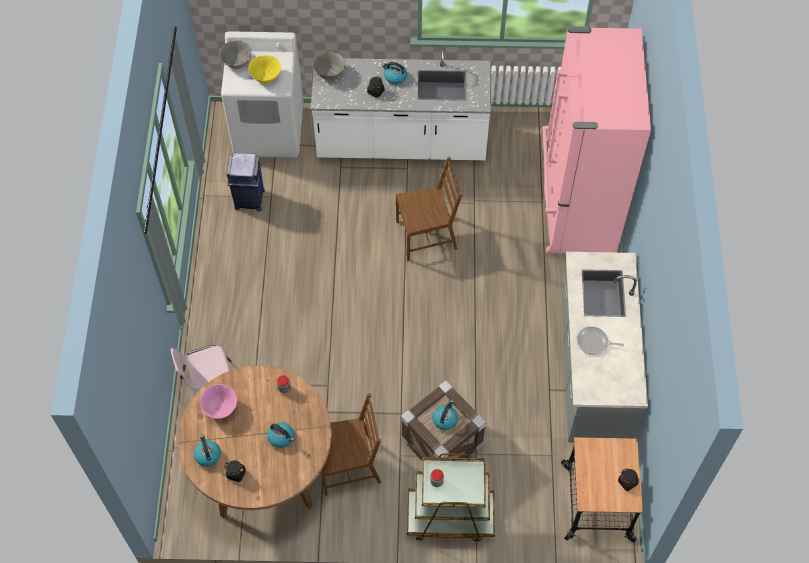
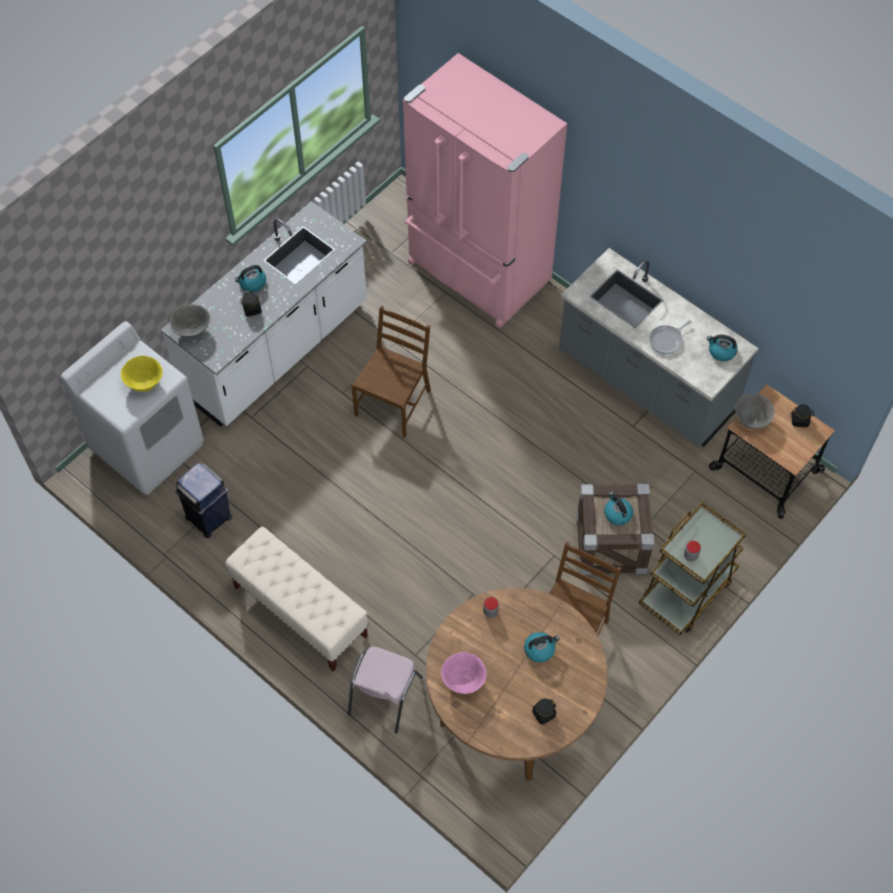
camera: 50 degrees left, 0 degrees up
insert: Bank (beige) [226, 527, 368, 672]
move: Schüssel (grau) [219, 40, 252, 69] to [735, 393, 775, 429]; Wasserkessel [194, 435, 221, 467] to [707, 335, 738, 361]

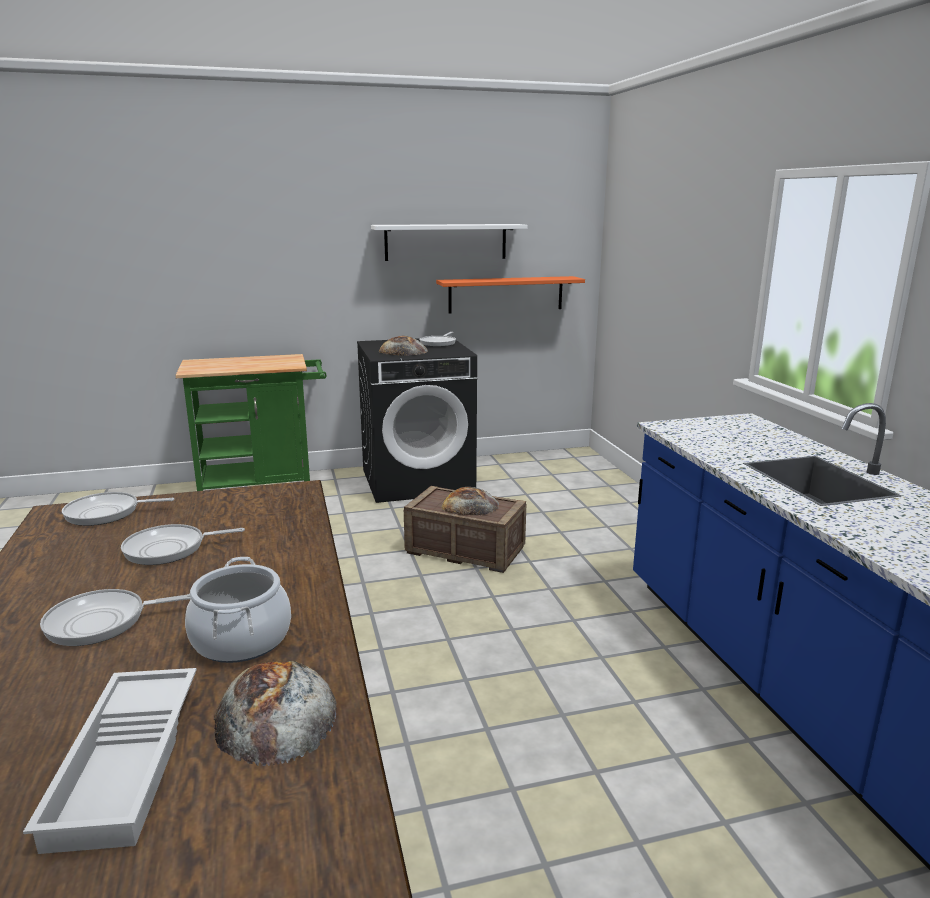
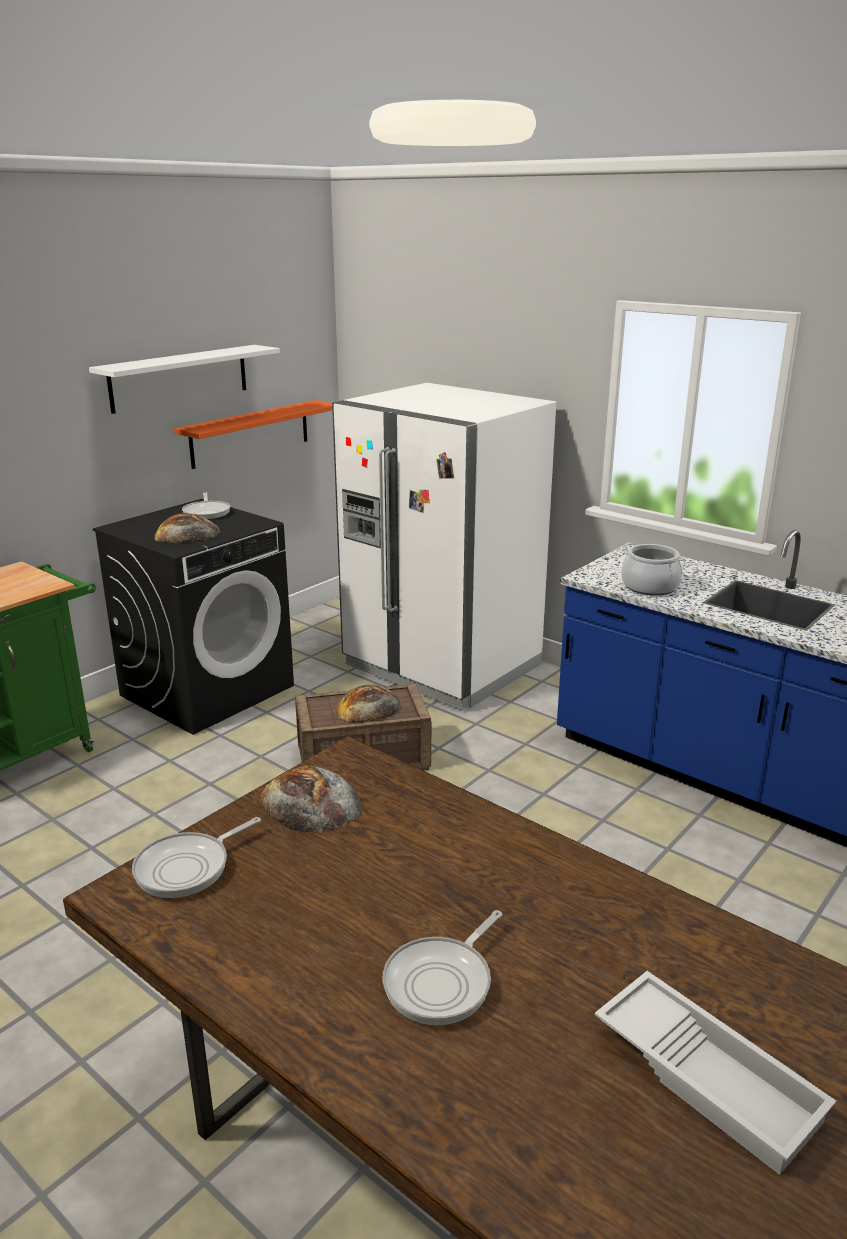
camera: 35 degrees left, 5 degrees up
delete: Pfanne [121, 524, 245, 565]
insert: Kühlschrank (weiß) [332, 383, 556, 710]
move: Kochtopf [185, 557, 291, 663] to [621, 542, 685, 596]; Brot [214, 661, 336, 766] to [260, 765, 362, 833]

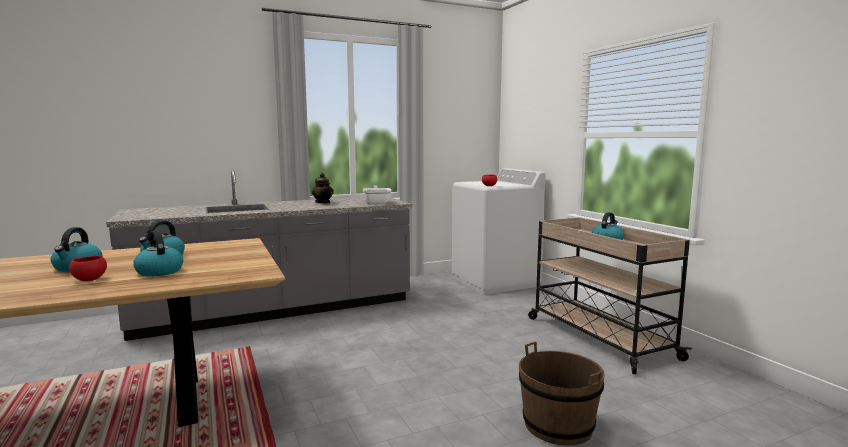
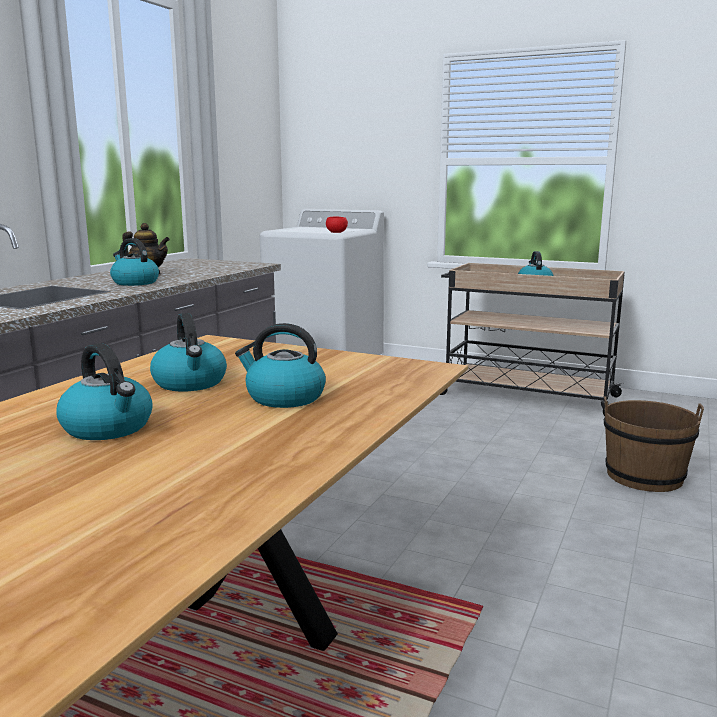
camera: 40 degrees left, 5 degrees up
delete: Pfanne [363, 185, 392, 204]; Schüssel (rot) [69, 256, 107, 281]
insert: Wasserkessel [110, 238, 159, 286]

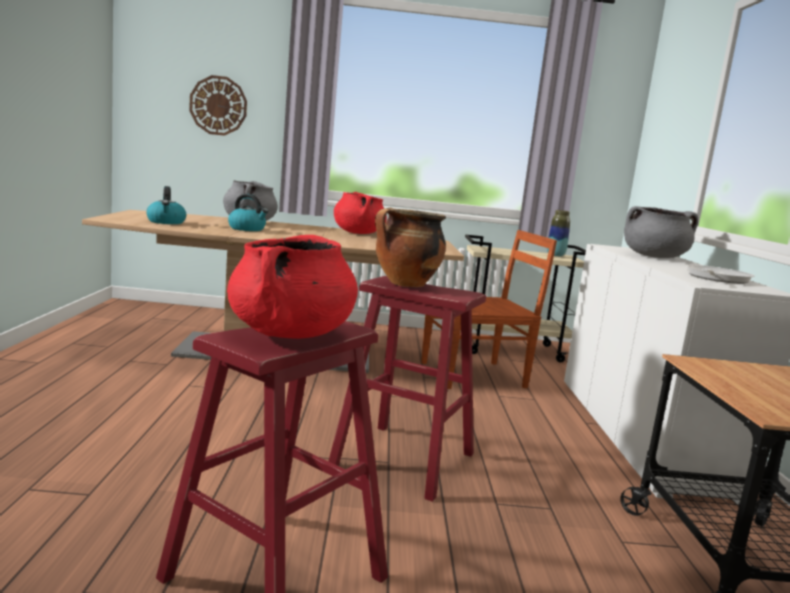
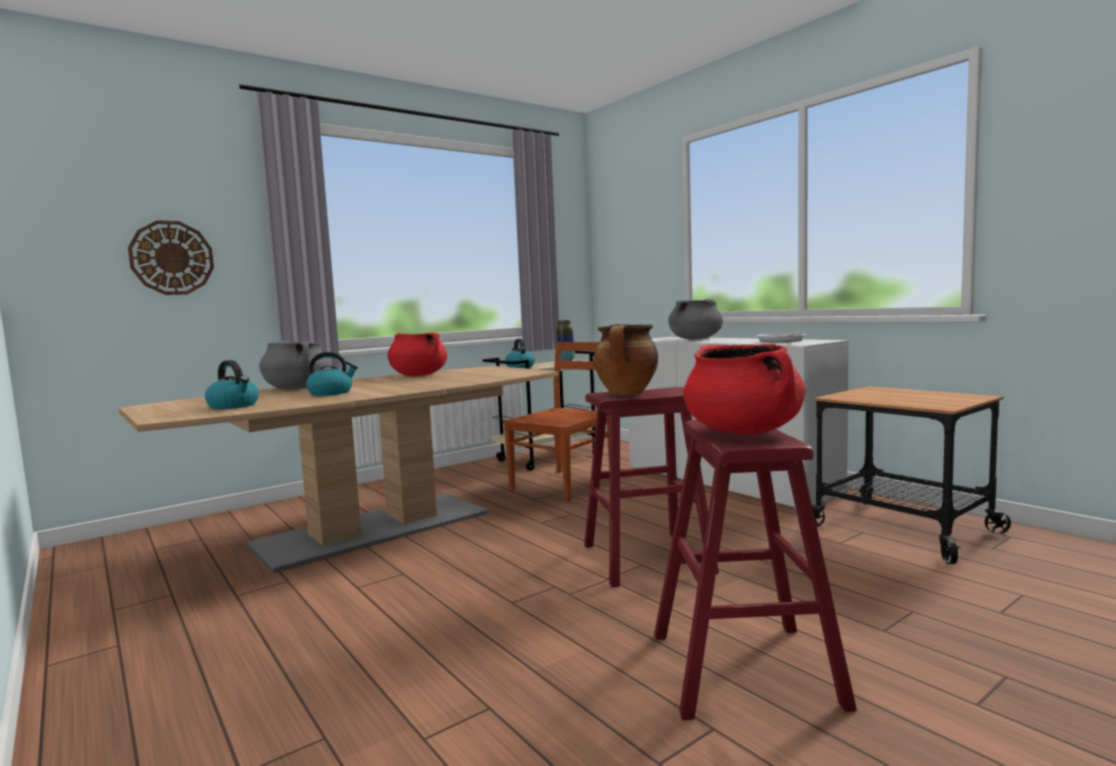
camera: 35 degrees left, 5 degrees down
insert: Wasserkessel [505, 339, 535, 368]

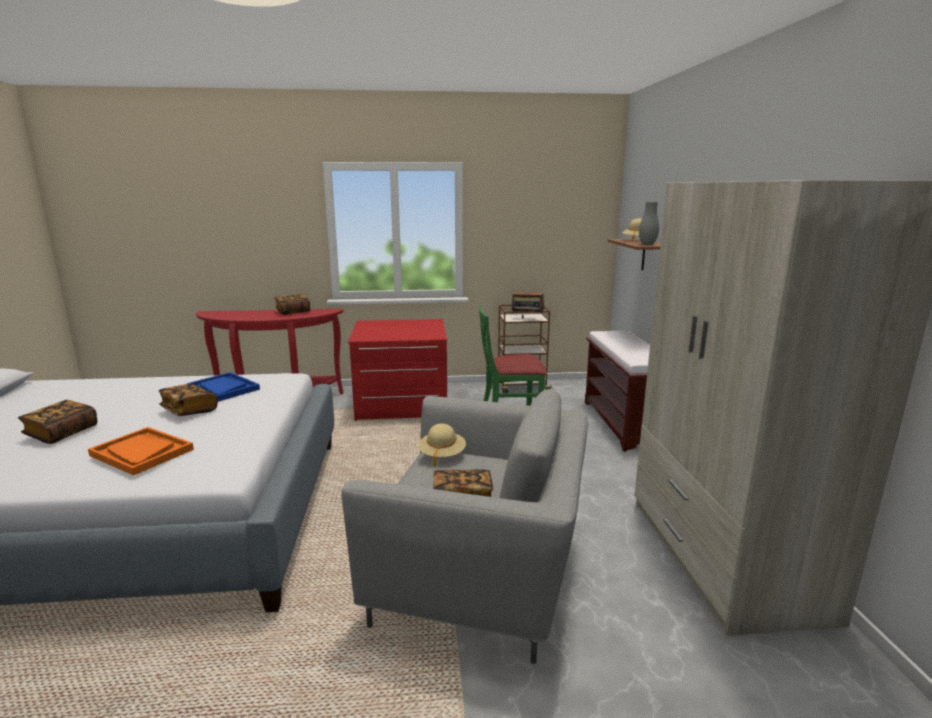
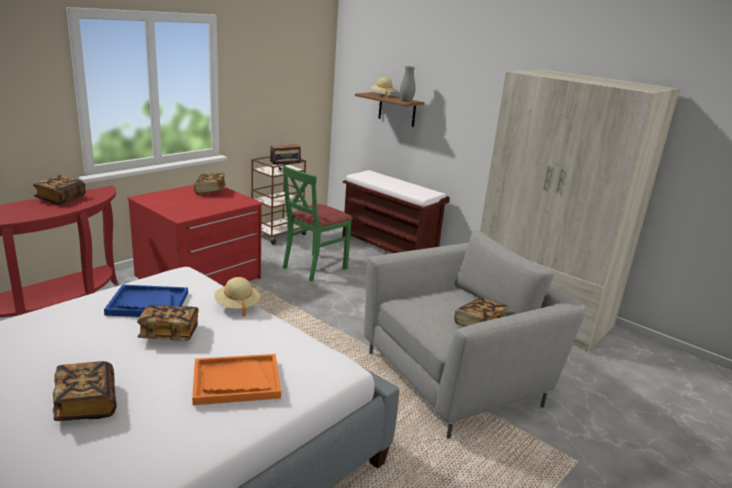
camera: 45 degrees left, 5 degrees up
insert: Buch [194, 173, 226, 194]
move: Hut (beige) [418, 424, 466, 467] to [214, 277, 260, 317]

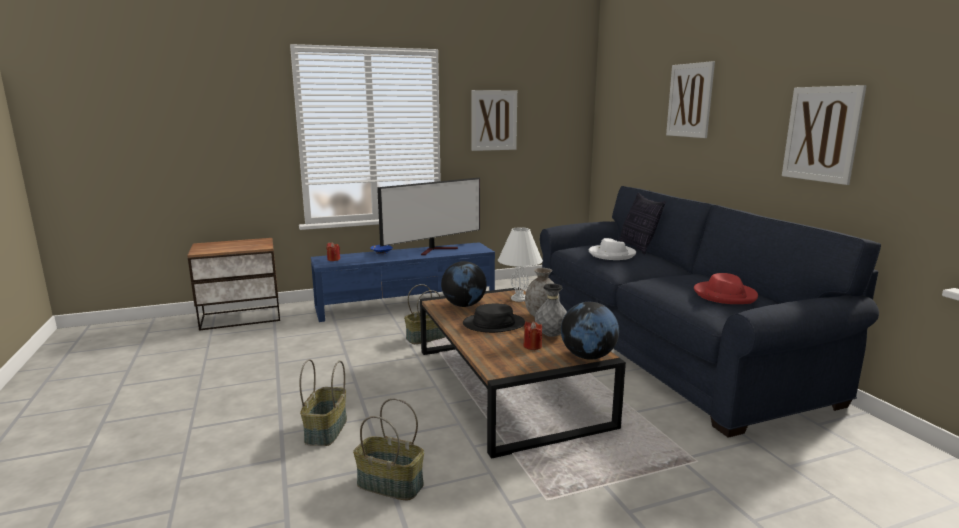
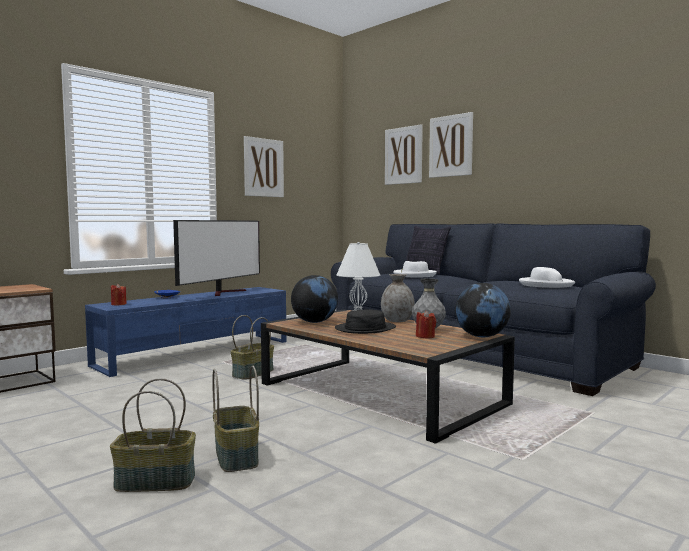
camera: 25 degrees left, 10 degrees down
move: Bild [782, 85, 867, 185] to [385, 124, 423, 185]; Korb [353, 398, 424, 500] to [110, 378, 196, 492]
recolor: Hut (rot) [694, 273, 758, 304] to Hut (weiß) [519, 267, 575, 288]

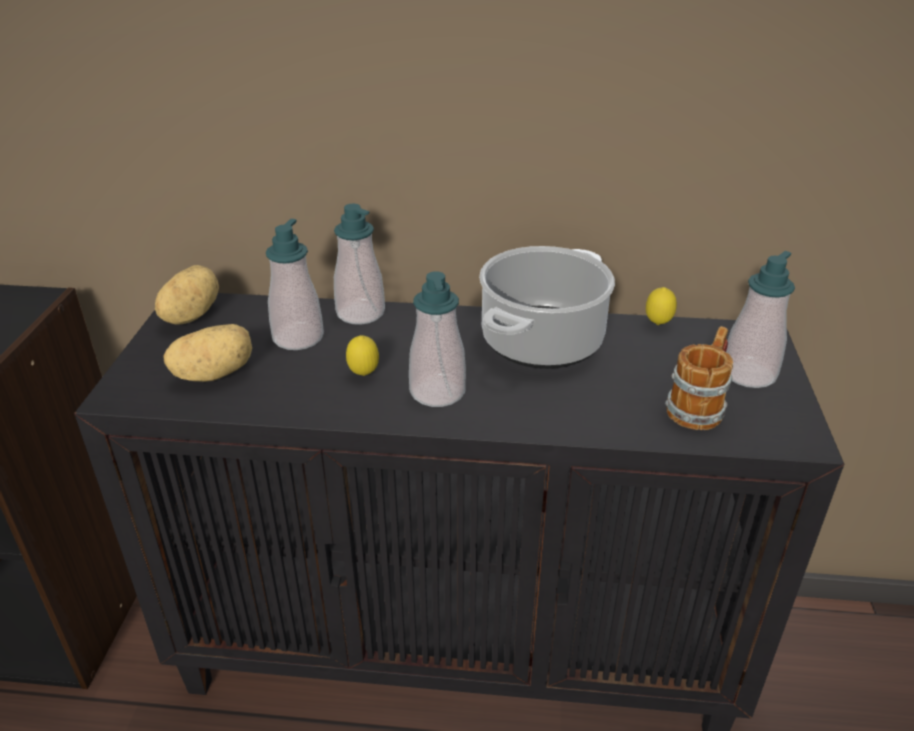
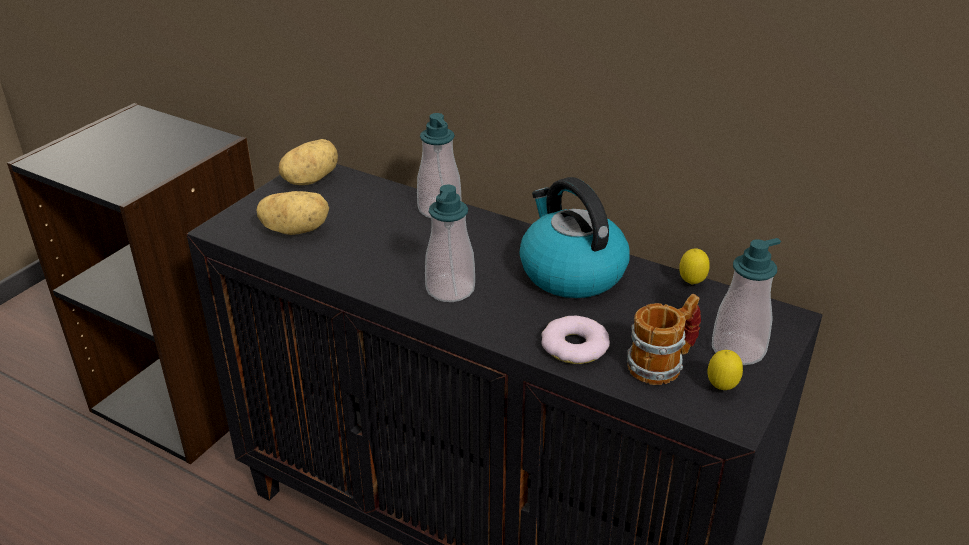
camera: 25 degrees right, 0 degrees up
delete: Seifenspender [266, 219, 324, 350]
insert: Donut [541, 316, 610, 364]
move: Zitrone [346, 335, 379, 376] to [707, 350, 743, 390]
replace: Kochtopf [479, 246, 615, 369] to Wasserkessel [520, 177, 629, 298]

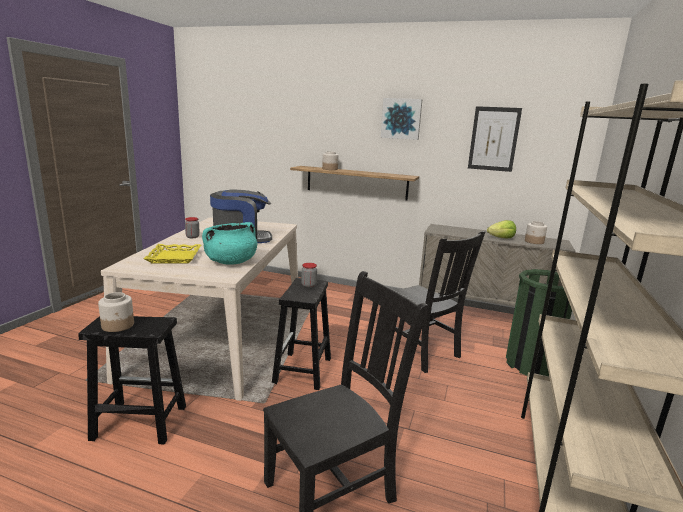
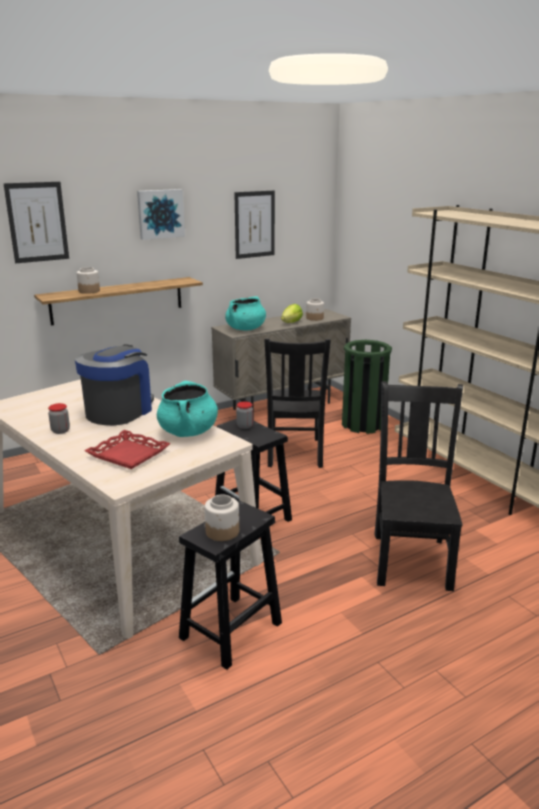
camera: 50 degrees left, 5 degrees up
insert: Bild [3, 182, 69, 263]; Kochtopf (türkis) [225, 296, 266, 331]
recolor: Tablett (gelb) [144, 244, 201, 264] to Tablett (rot) [84, 430, 171, 469]
rotate: Stuhl (schwarz) [395, 231, 485, 373] = [264, 338, 331, 468] 90 degrees clockwise

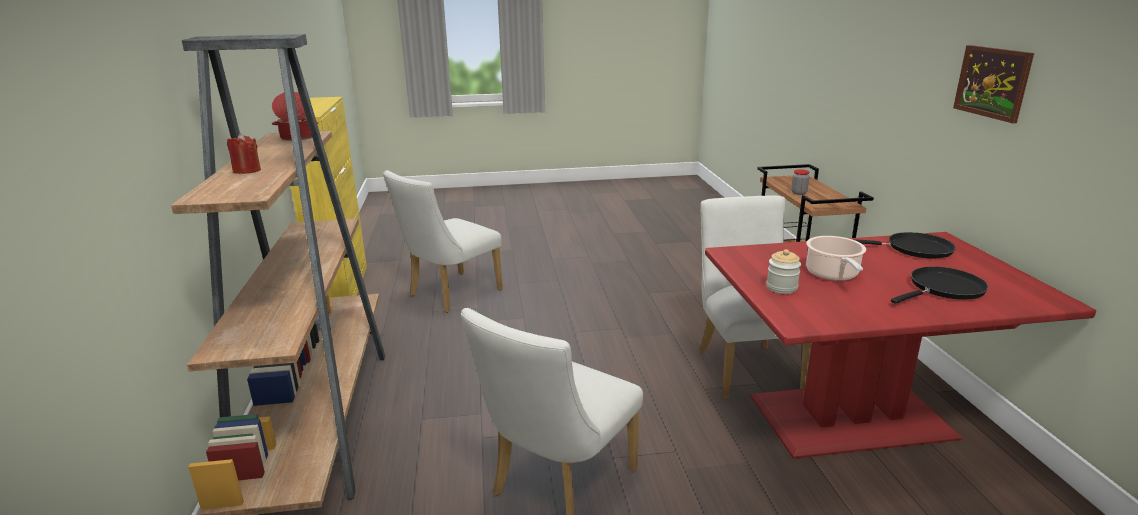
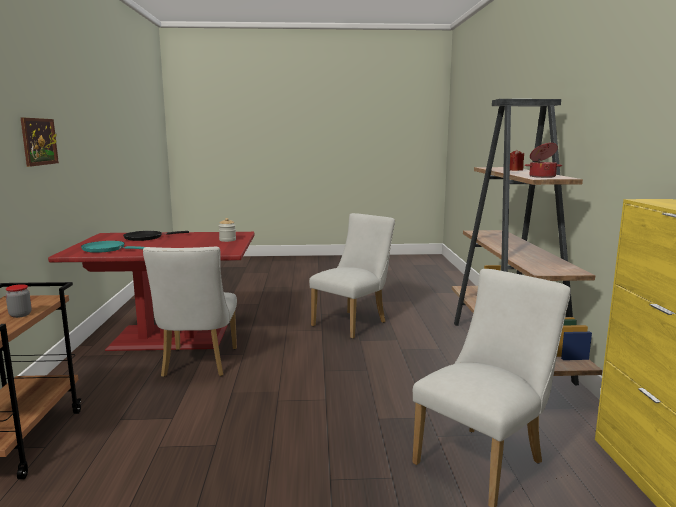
camera: 175 degrees left, 10 degrees down
delete: Kochtopf [806, 236, 866, 281]
recolor: Pfanne (schwarz) [852, 232, 956, 259] to Pfanne (türkis) [81, 241, 144, 253]

